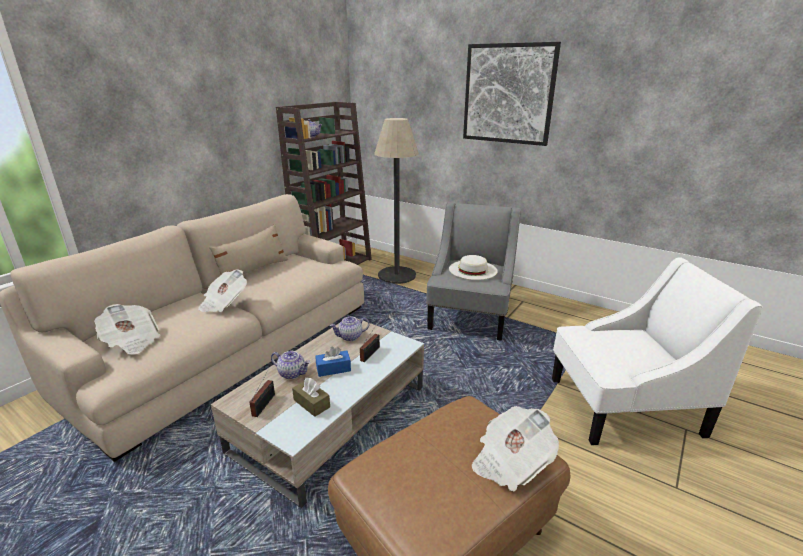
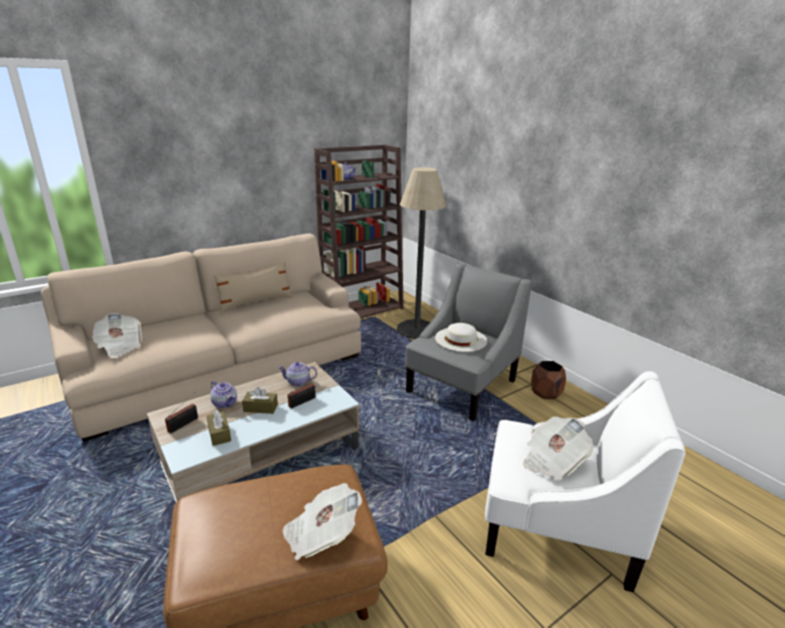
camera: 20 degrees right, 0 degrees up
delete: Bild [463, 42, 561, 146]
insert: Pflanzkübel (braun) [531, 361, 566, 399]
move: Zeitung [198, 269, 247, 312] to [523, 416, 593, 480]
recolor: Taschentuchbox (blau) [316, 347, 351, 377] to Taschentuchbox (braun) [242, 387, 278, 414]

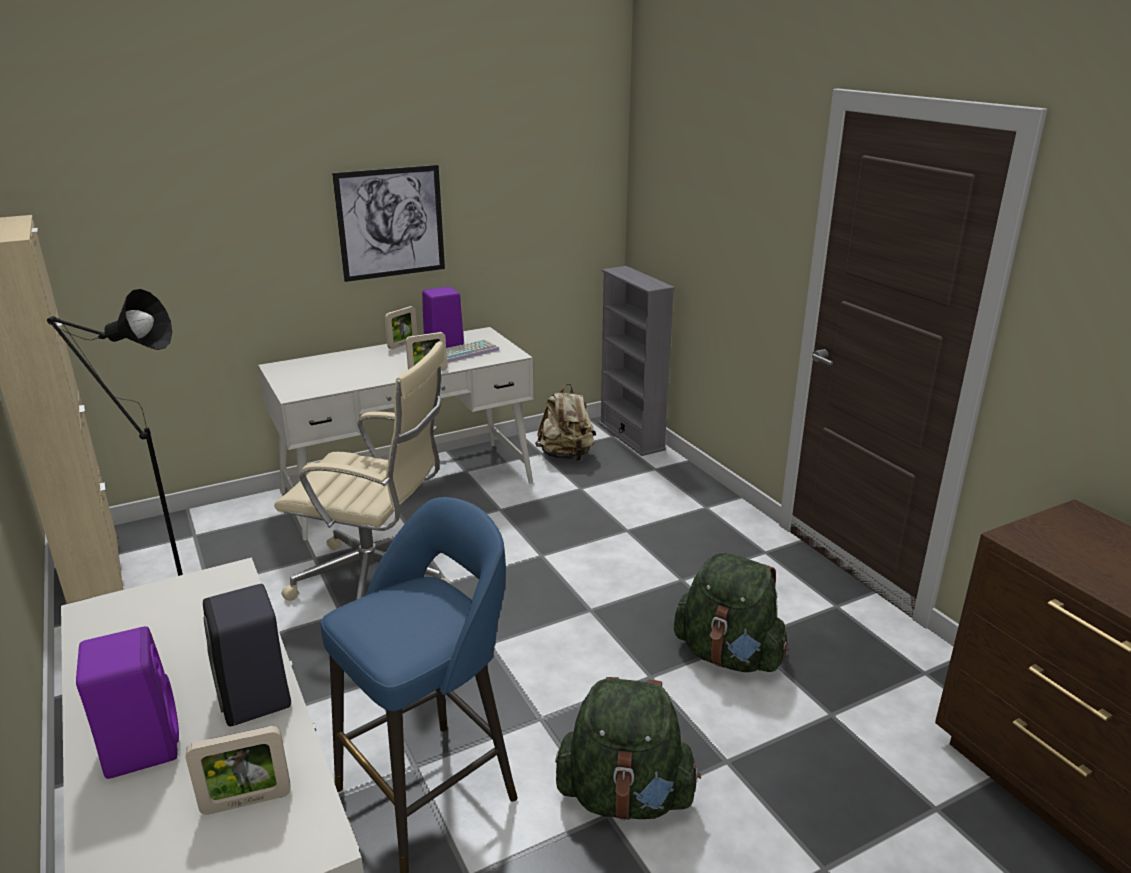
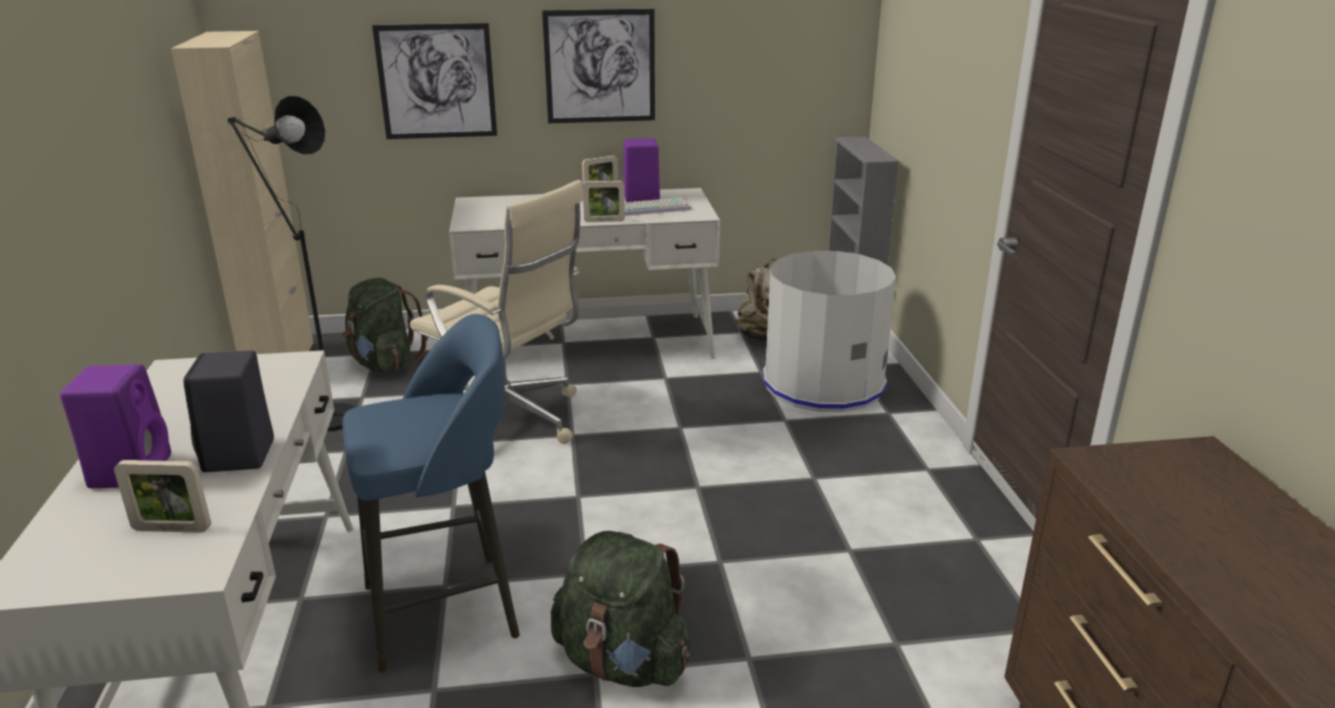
camera: 20 degrees right, 0 degrees up
insert: Bild [372, 23, 497, 139]; Mülleimer (grau) [763, 251, 896, 412]
move: Rucksack (grün) [674, 553, 789, 672] to [342, 278, 428, 372]

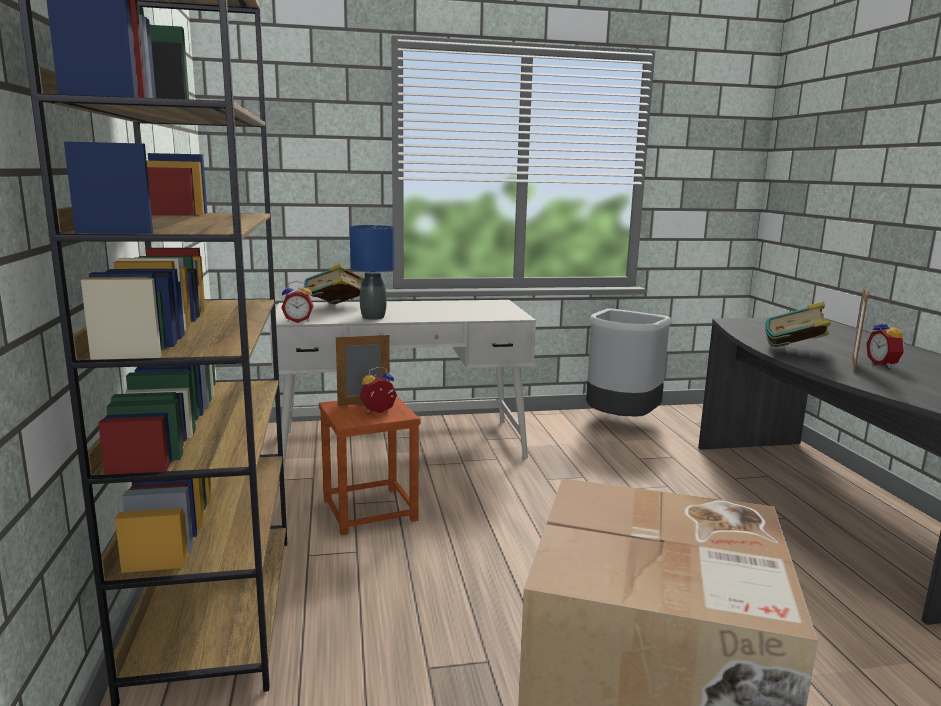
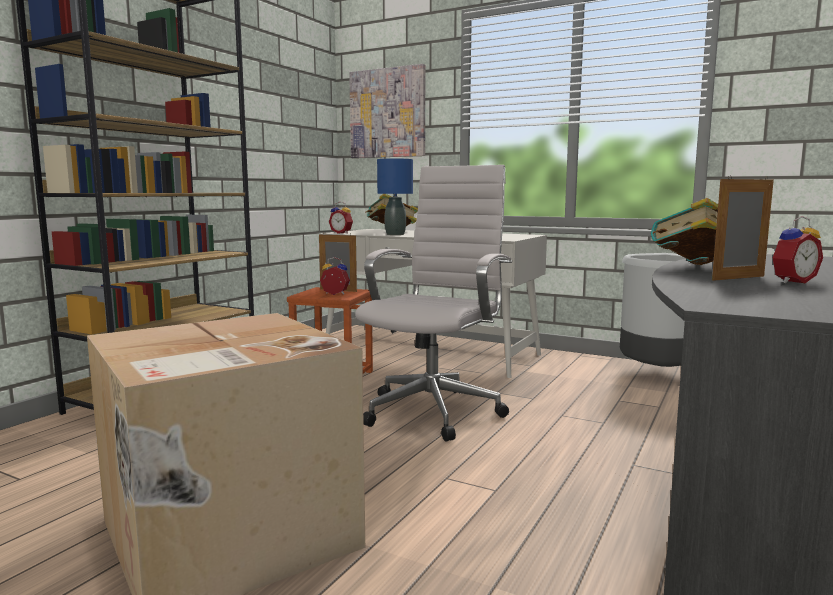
camera: 40 degrees right, 5 degrees down
insert: Bild [349, 64, 425, 158]; Bürostuhl (weiß) [355, 165, 512, 442]
rotate: Wecker [867, 317, 905, 368] = [772, 216, 823, 283] 150 degrees counterclockwise

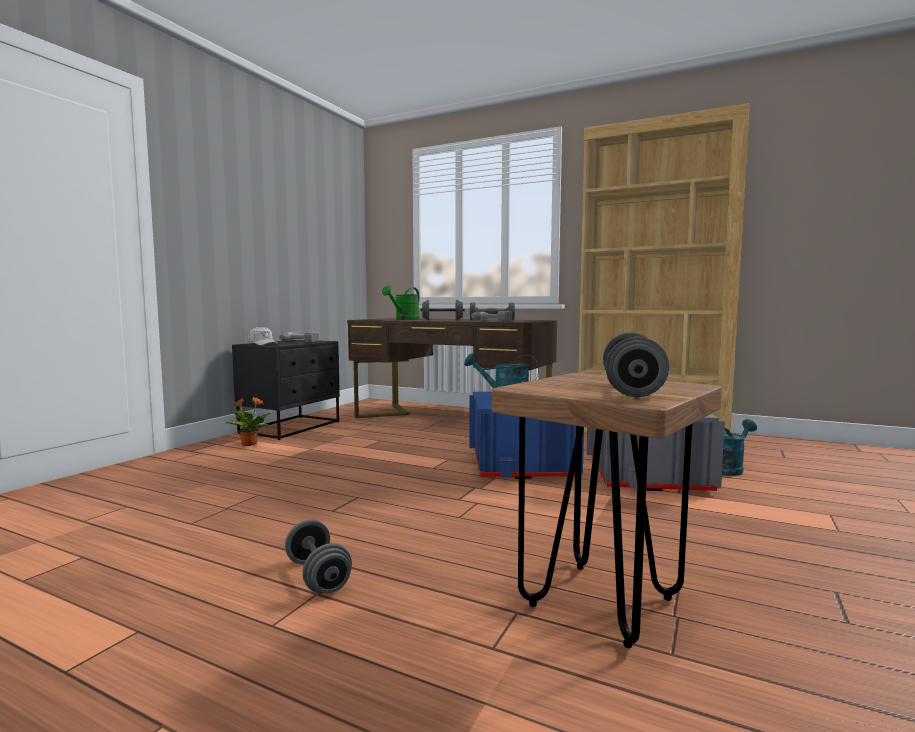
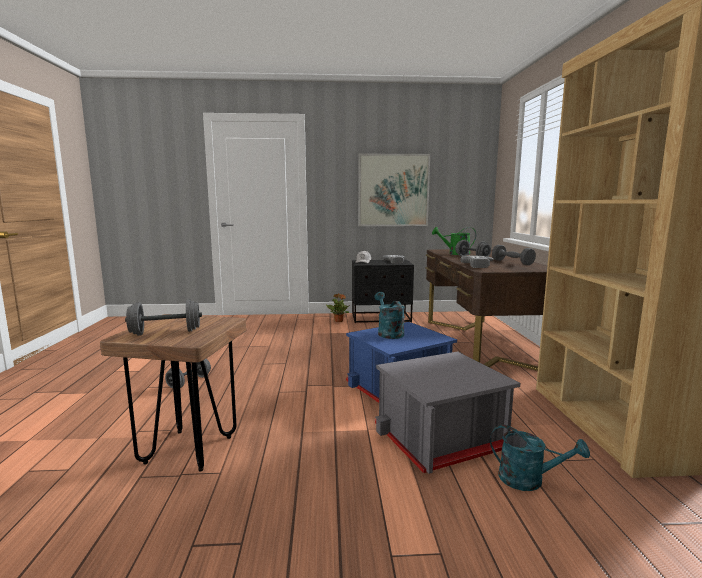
camera: 60 degrees right, 5 degrees up
insert: Bild [358, 153, 430, 226]

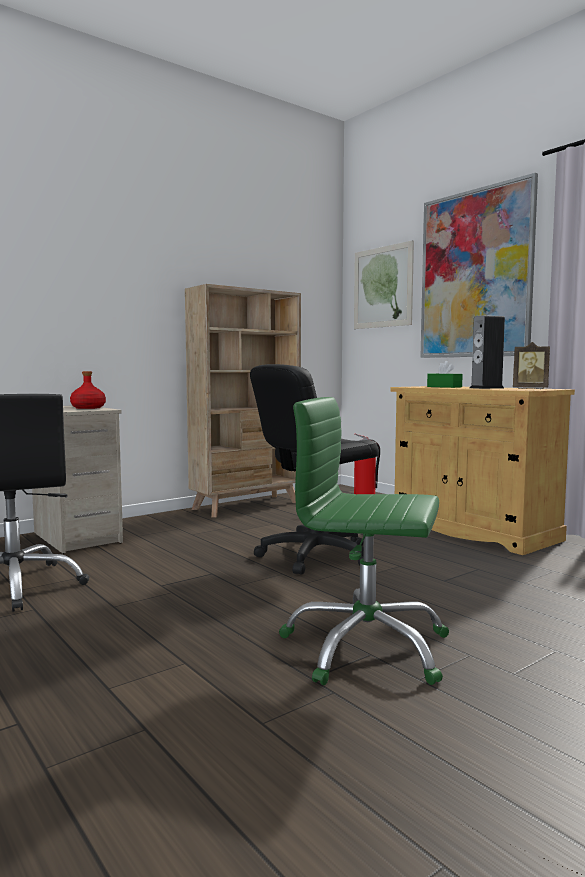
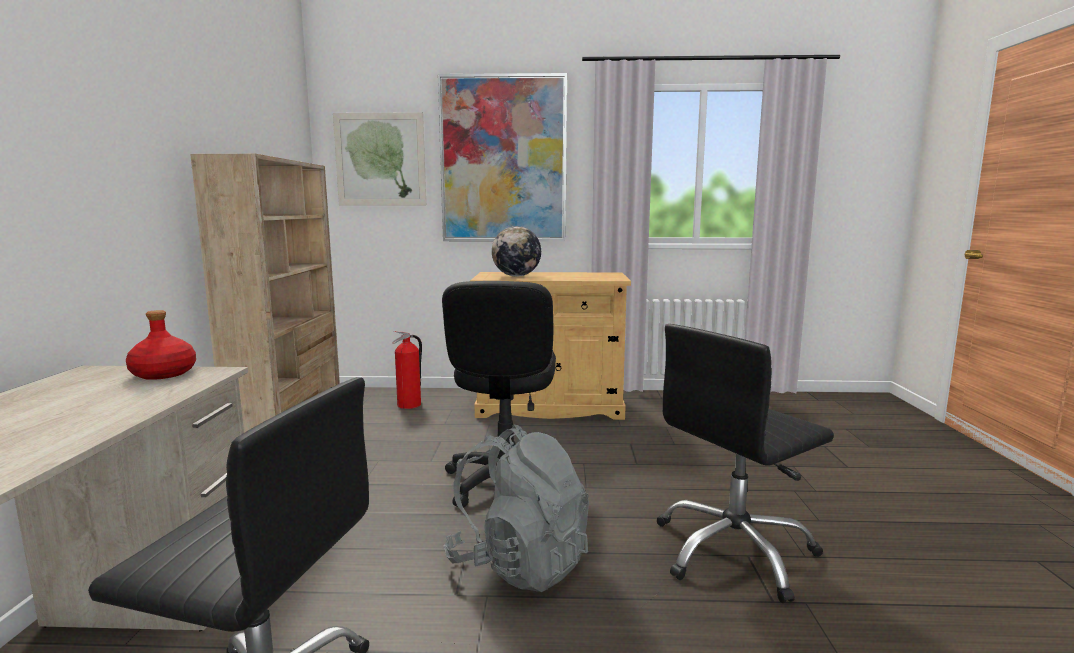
camera: 50 degrees left, 5 degrees up
delete: Lautsprecher [470, 315, 505, 389]; Bilderrahmen [513, 342, 550, 389]
insert: Rucksack (grau) [443, 425, 589, 592]
replace: Taschentuchbox (grün) [427, 361, 463, 388] to Globus [492, 226, 541, 277]
recolor: Bürostuhl (grün) [279, 397, 449, 685] to Bürostuhl (schwarz) [656, 324, 834, 603]

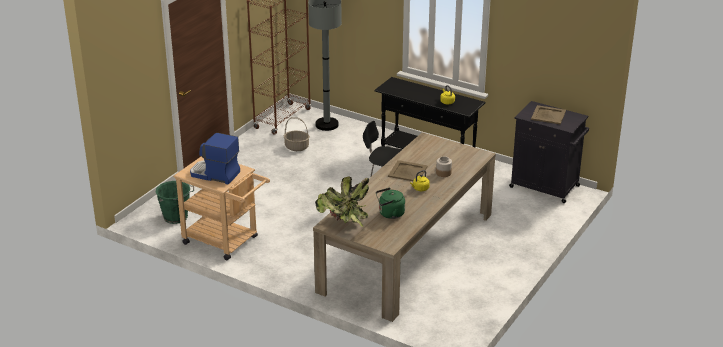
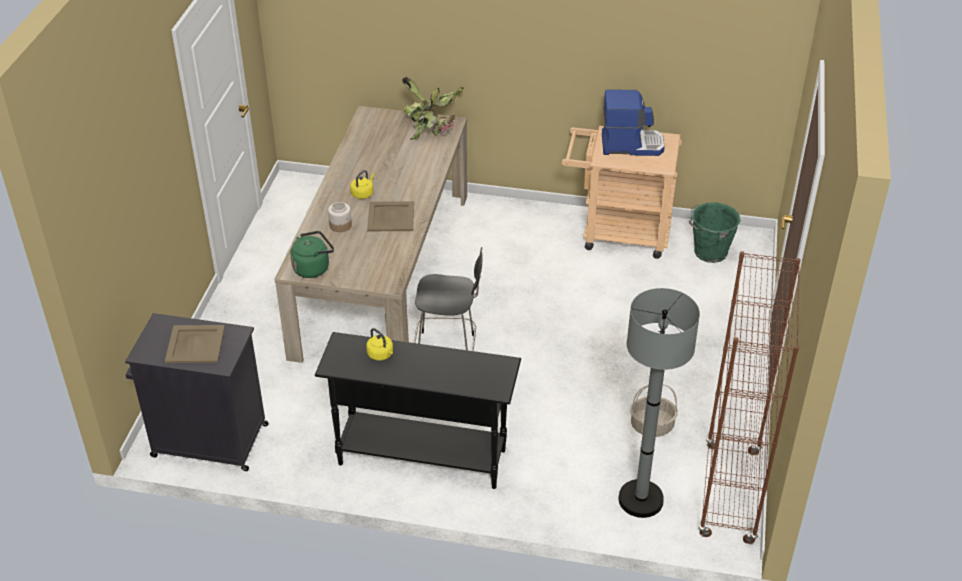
camera: 160 degrees right, 10 degrees up
move: Wasserkessel (grün) [376, 188, 405, 219] to [290, 231, 334, 278]

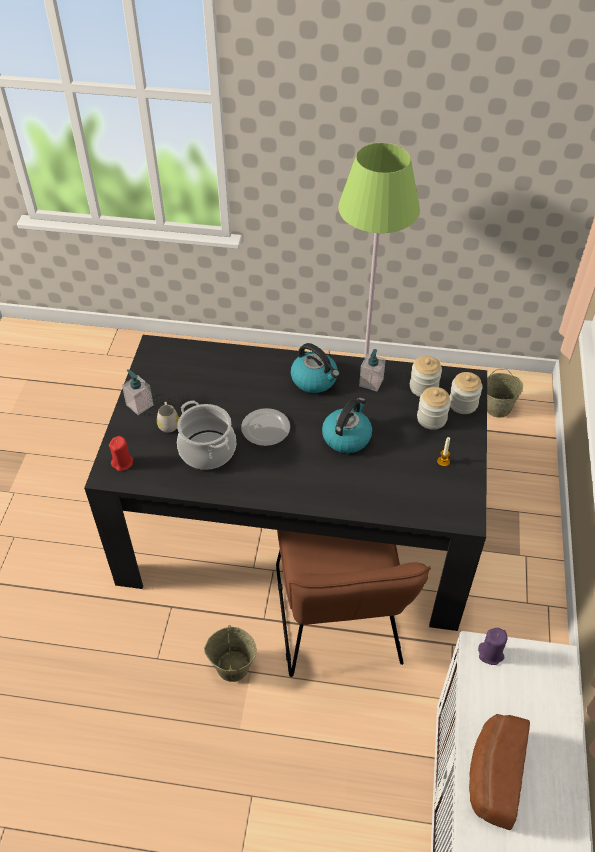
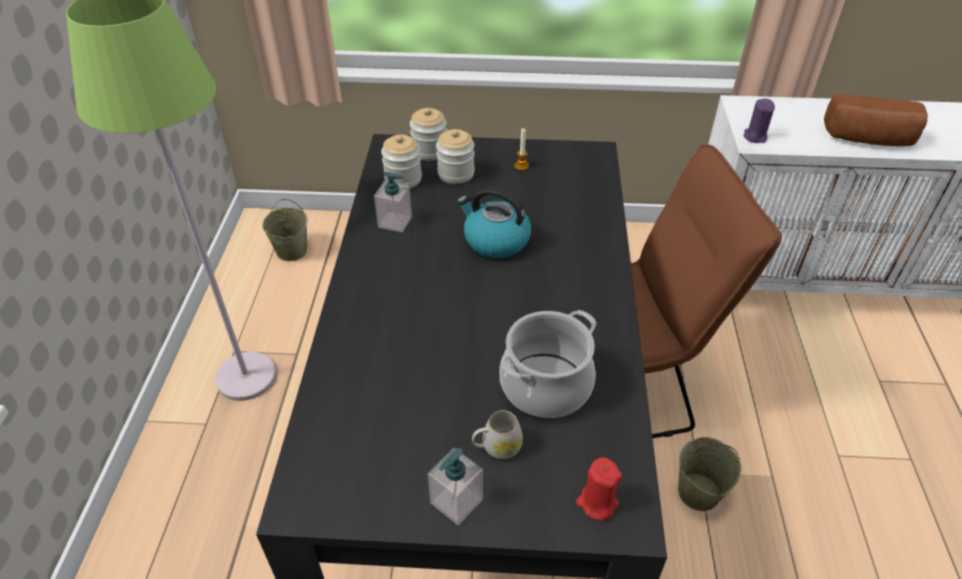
camera: 95 degrees left, 5 degrees down
delete: Wasserkessel [291, 343, 340, 393]; Teller [241, 408, 290, 446]

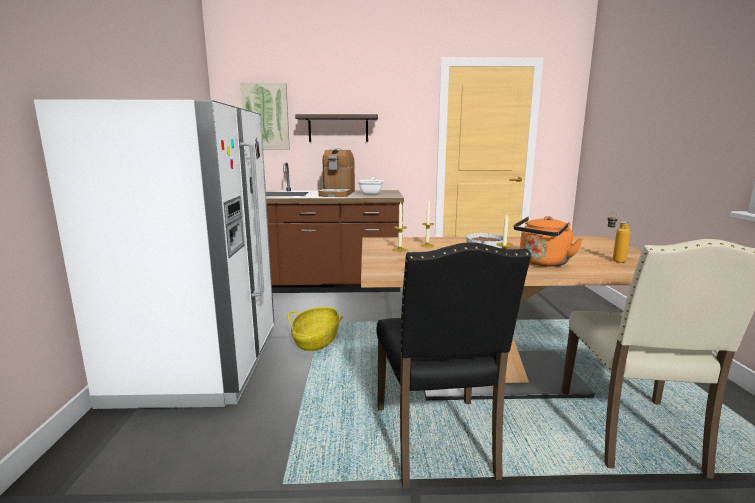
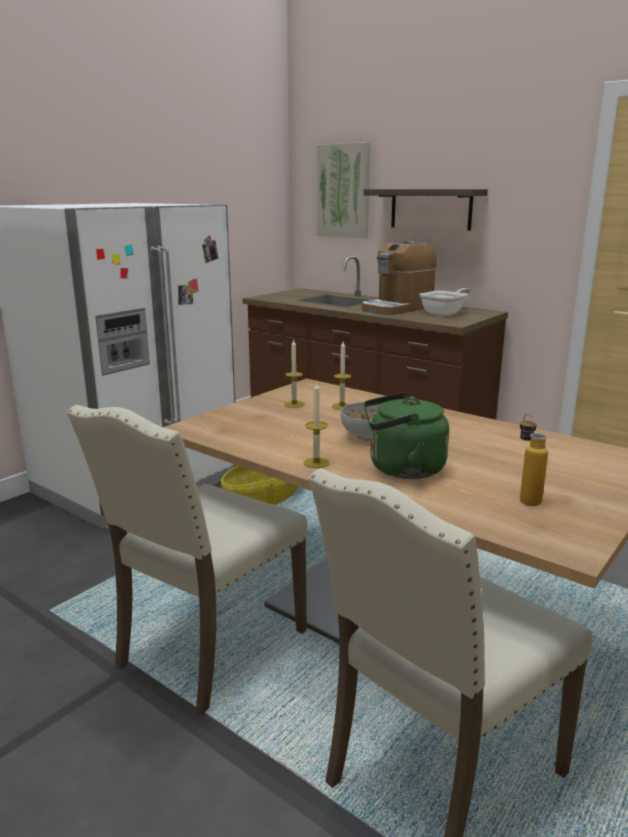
camera: 40 degrees right, 5 degrees up
recolor: Wasserkessel (orange) [514, 216, 583, 267] to Wasserkessel (grün) [364, 392, 449, 479]; Stuhl (schwarz) [377, 242, 531, 489] to Stuhl (beige) [67, 405, 308, 716]

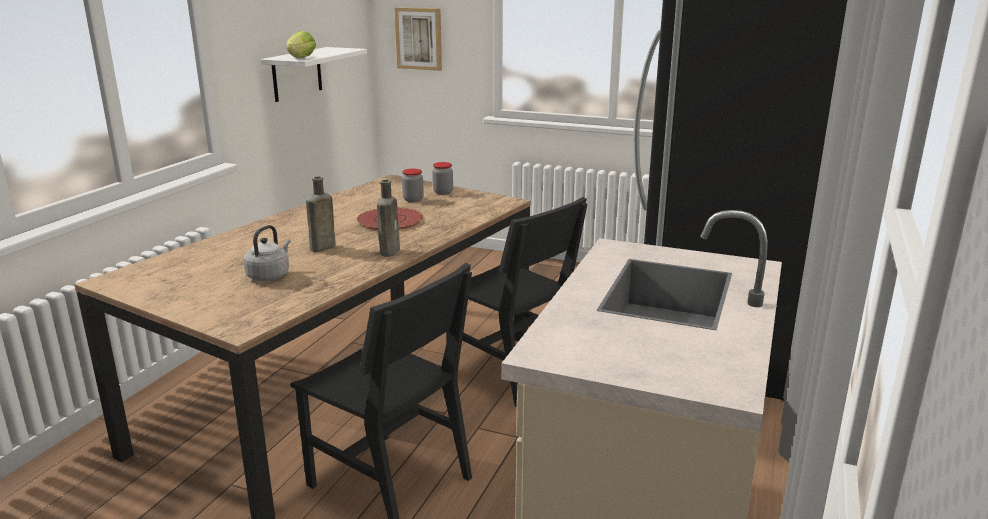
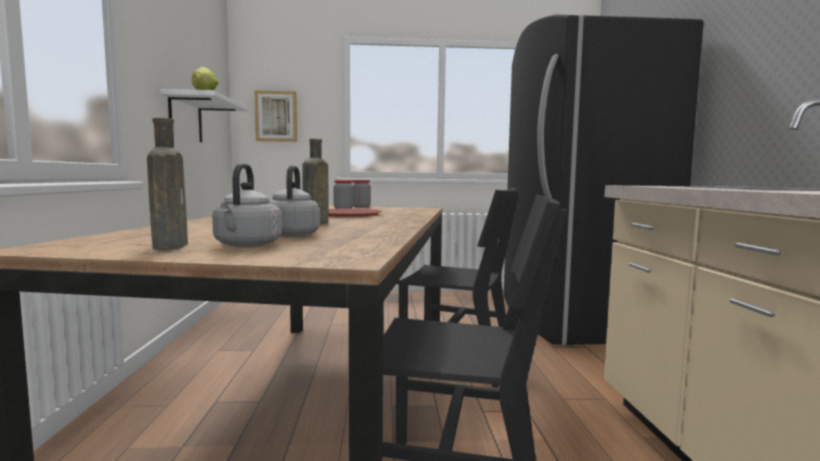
camera: 25 degrees left, 15 degrees down
insert: Wasserkessel (grau) [212, 163, 282, 247]
move: Flasche (braun) [377, 180, 400, 257] to [147, 118, 188, 250]

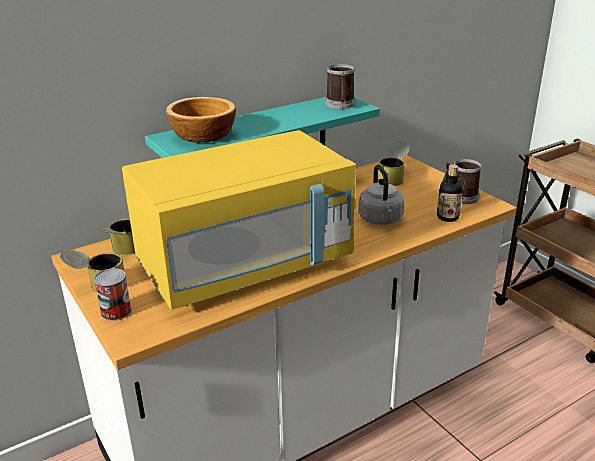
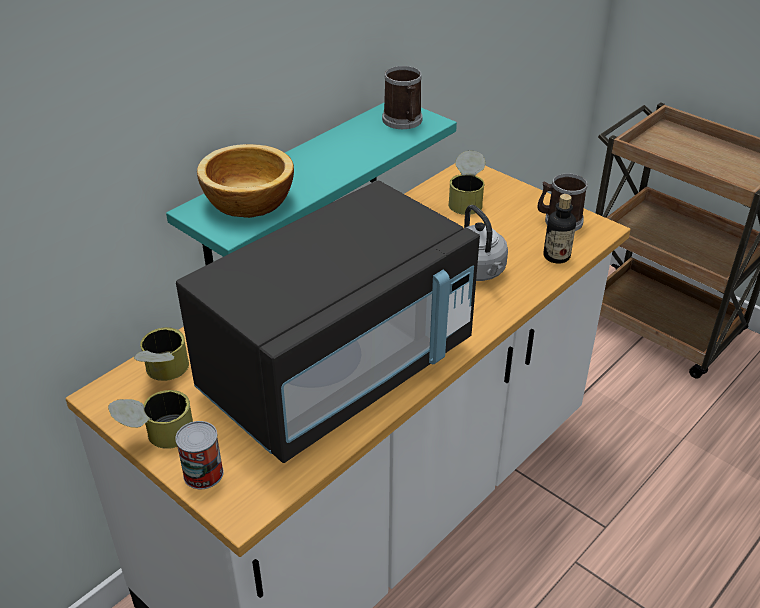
camera: 15 degrees left, 10 degrees up
recolor: Mikrowelle (gelb) [122, 130, 356, 310] to Mikrowelle (schwarz) [176, 181, 480, 463]

